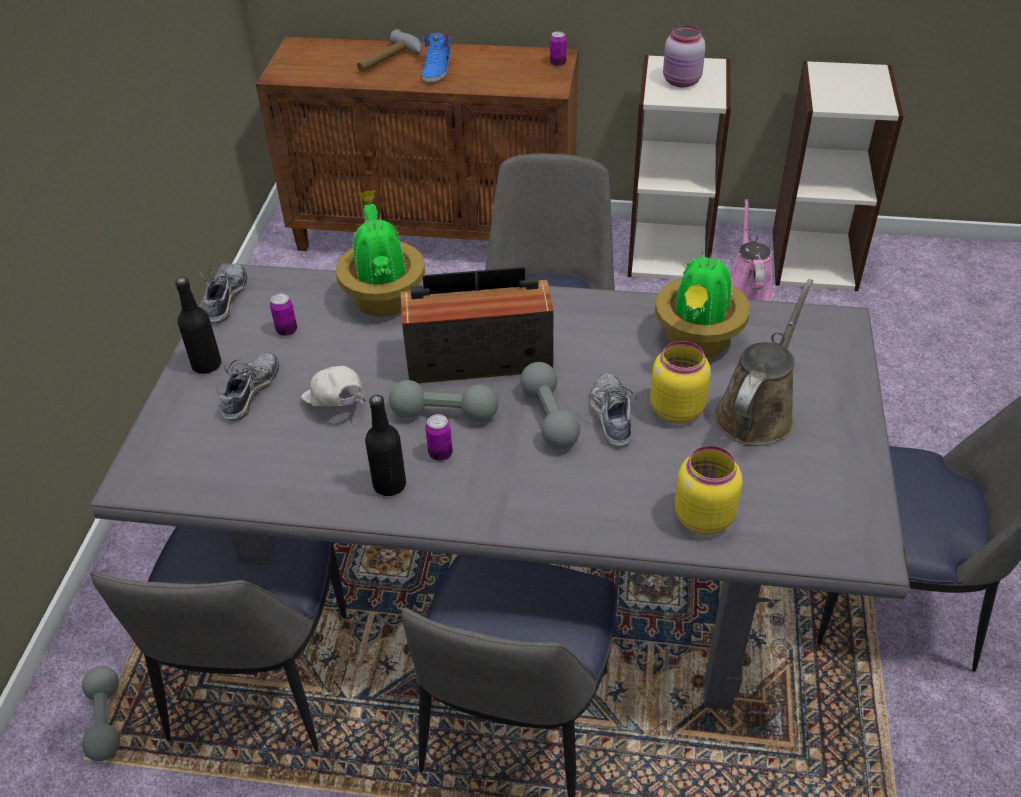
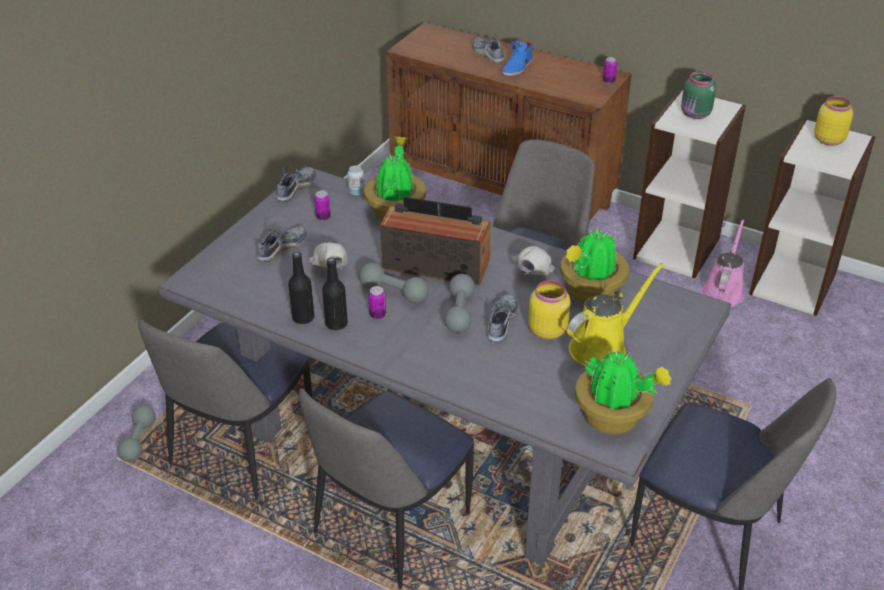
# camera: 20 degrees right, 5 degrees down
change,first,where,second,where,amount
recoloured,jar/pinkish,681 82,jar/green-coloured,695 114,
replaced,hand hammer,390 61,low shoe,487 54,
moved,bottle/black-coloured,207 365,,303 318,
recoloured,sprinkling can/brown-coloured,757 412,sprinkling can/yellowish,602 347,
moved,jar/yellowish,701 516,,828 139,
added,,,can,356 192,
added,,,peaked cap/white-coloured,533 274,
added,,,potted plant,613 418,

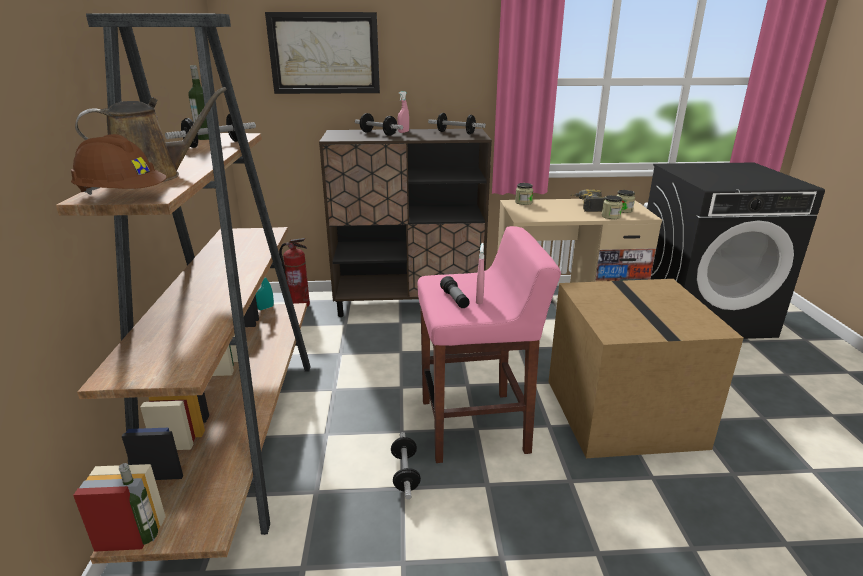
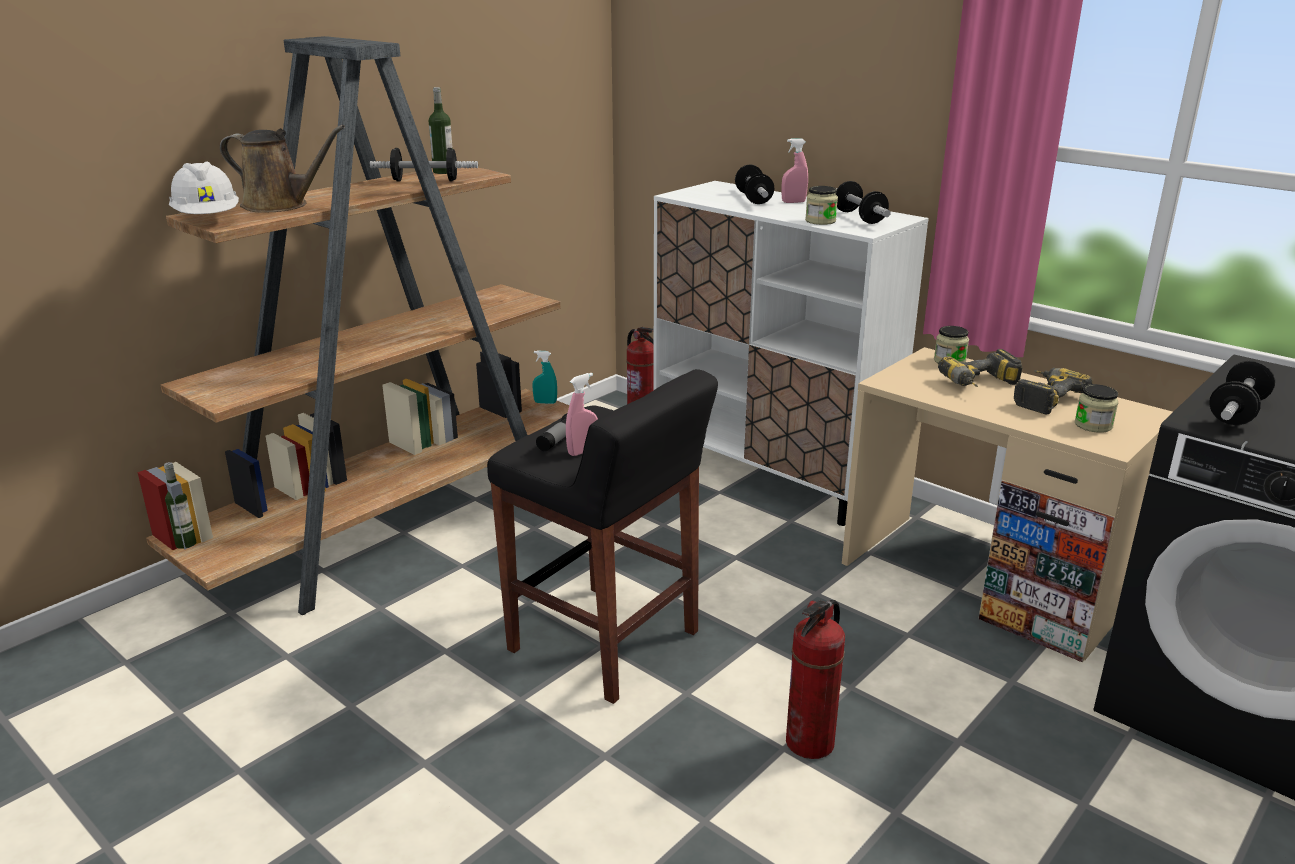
# camera: 45 degrees right, 0 degrees up
change,first,where,second,where,amount
removed,picture,324 53,,,
recoloured,storage cabinet/brown-coloured,409 303,storage cabinet/white-coloured,770 473,
recoloured,safety helmet/brown-coloured,123 197,safety helmet/white-coloured,208 220,
moved,jar,610 216,,820 221,
recoloured,sitting stool/pinkish,476 426,sitting stool/black-coloured,606 643,
replaced,cardboard box,625 413,fire extinguisher,810 743,
moved,free weight,405 473,,1237 412,
added,,,drill,981 385,

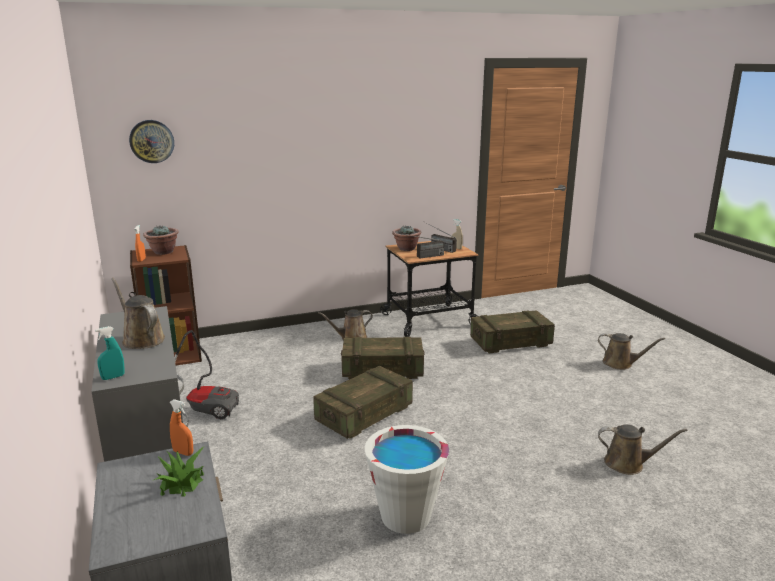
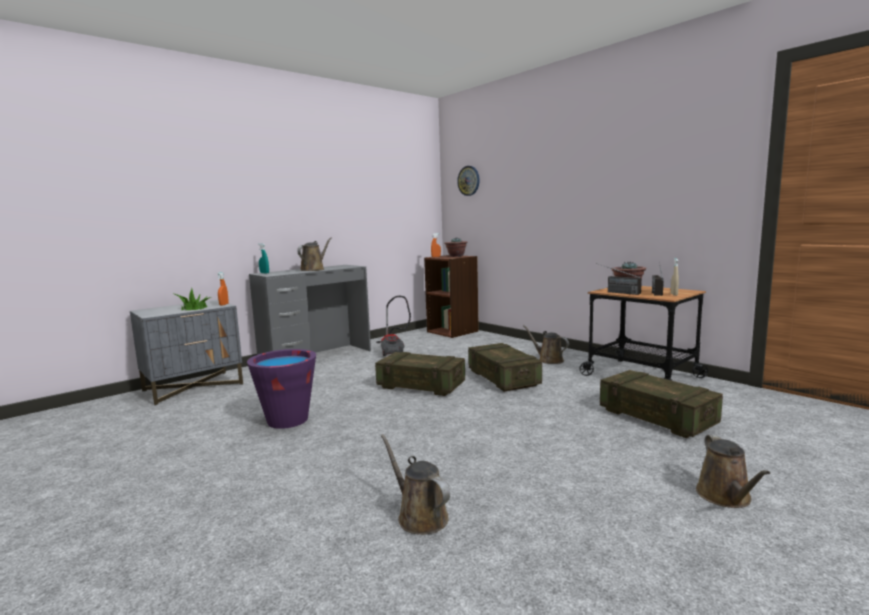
# camera: 70 degrees right, 10 degrees down
change,first,where,second,where,amount
turned,sprinkling can/brown-coloured,628 464,,419 516,150 degrees clockwise
recoloured,water bucket/white-coloured,405 516,water bucket/purplish,287 420,

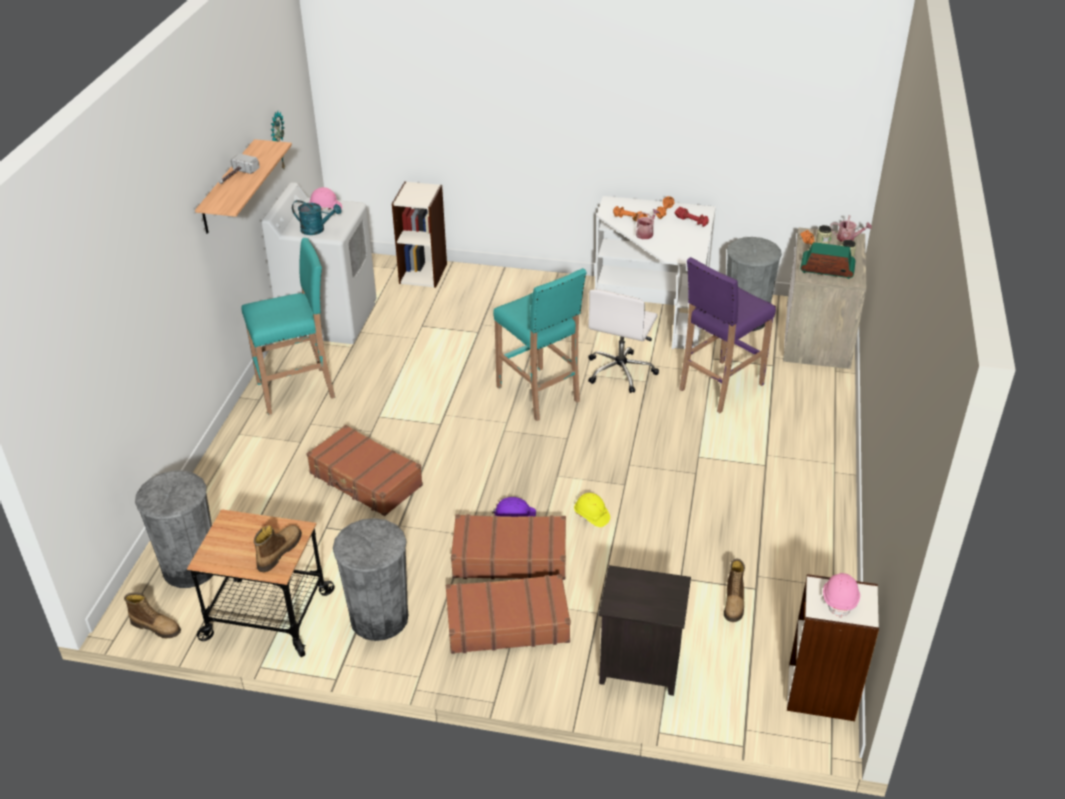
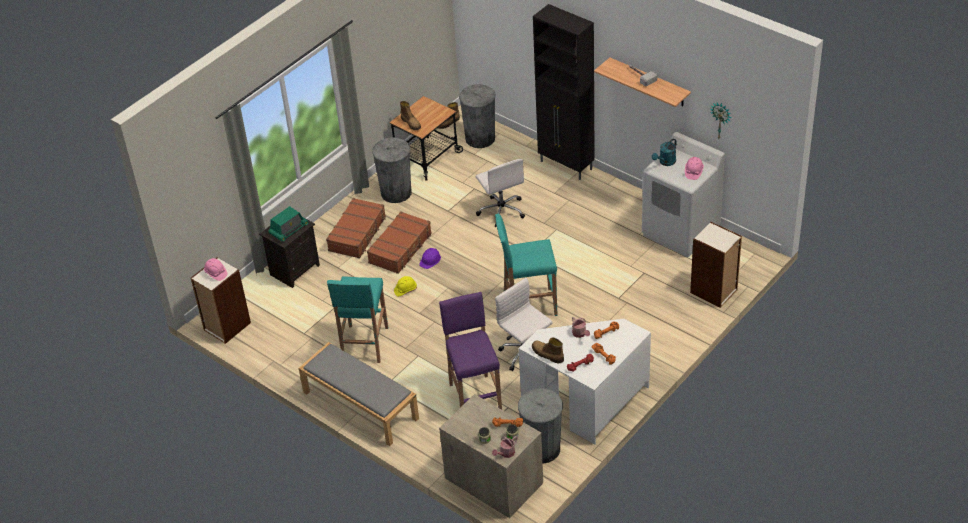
# camera: 120 degrees right, 5 degrees up
change,first,where,second,where,amount
moved,sitting stool/turquoise,298 390,,364 345,
moved,radio receiver,827 269,,288 230,
replaced,piece of luggage/brown-coloured,365 480,desk chair/white-coloured,501 210,
moved,tall boot,734 603,,547 354,
added,,,storage cabinet/black-coloured,566 166,
added,,,bench/gray,359 405,

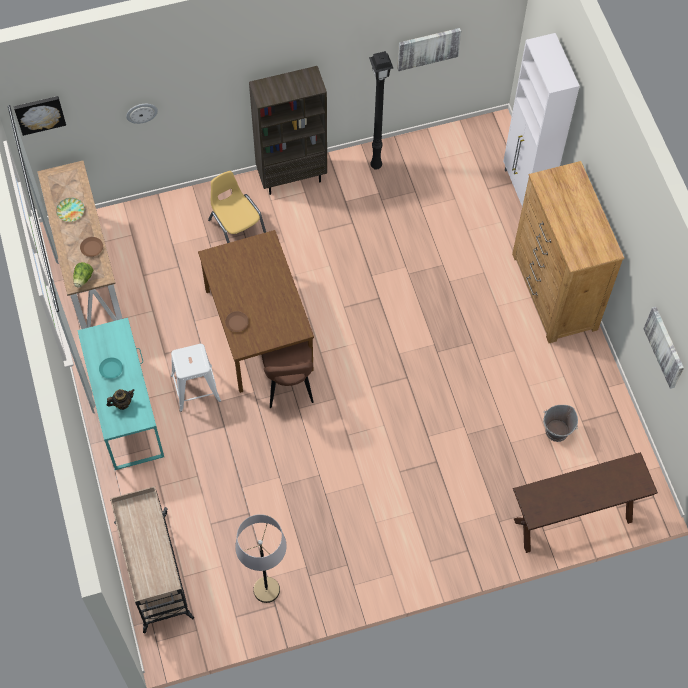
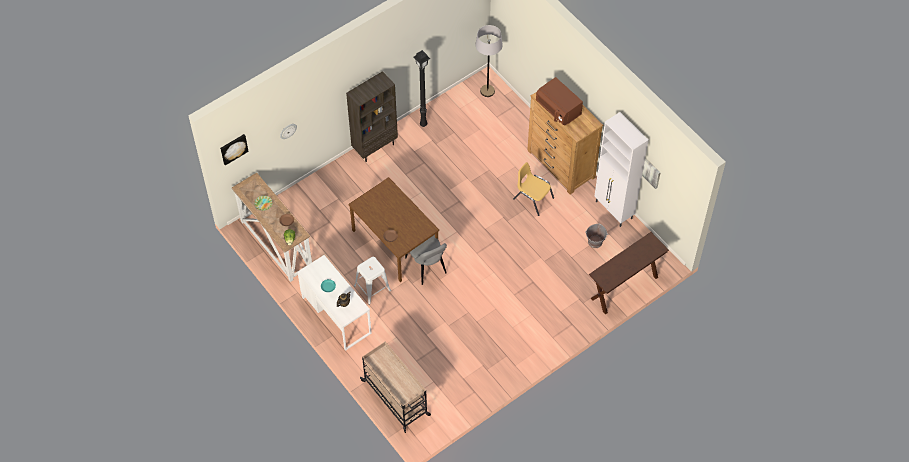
# camera: 20 degrees left, 5 degrees down
change,first,where,second,where,amount
removed,picture,428 48,,,
moved,storage cabinet/white-coloured,525 191,,614 210,
moved,chair/yellowish,237 228,,533 198,
recoloured,desk/turquoise,126 411,desk/white-coloured,336 315,
recoloured,chair/brown-coloured,288 383,chair/gray,427 267,
moved,floor lamp/gray,266 590,,487 91,
added,,,microwave/brown-coloured,558 109,

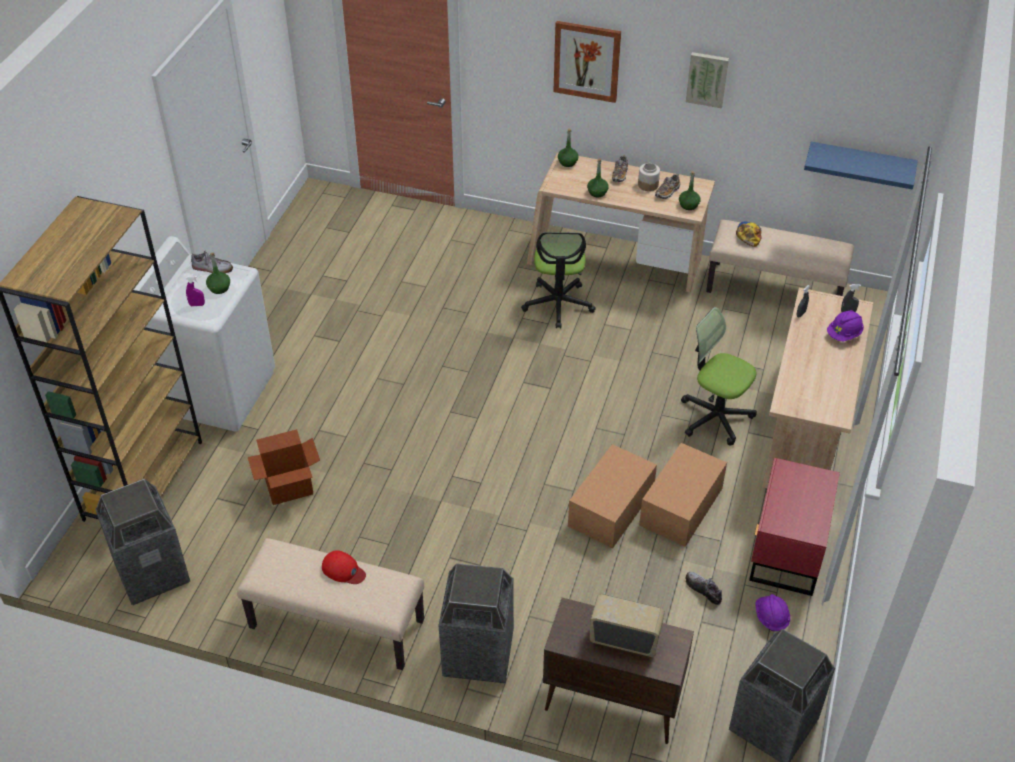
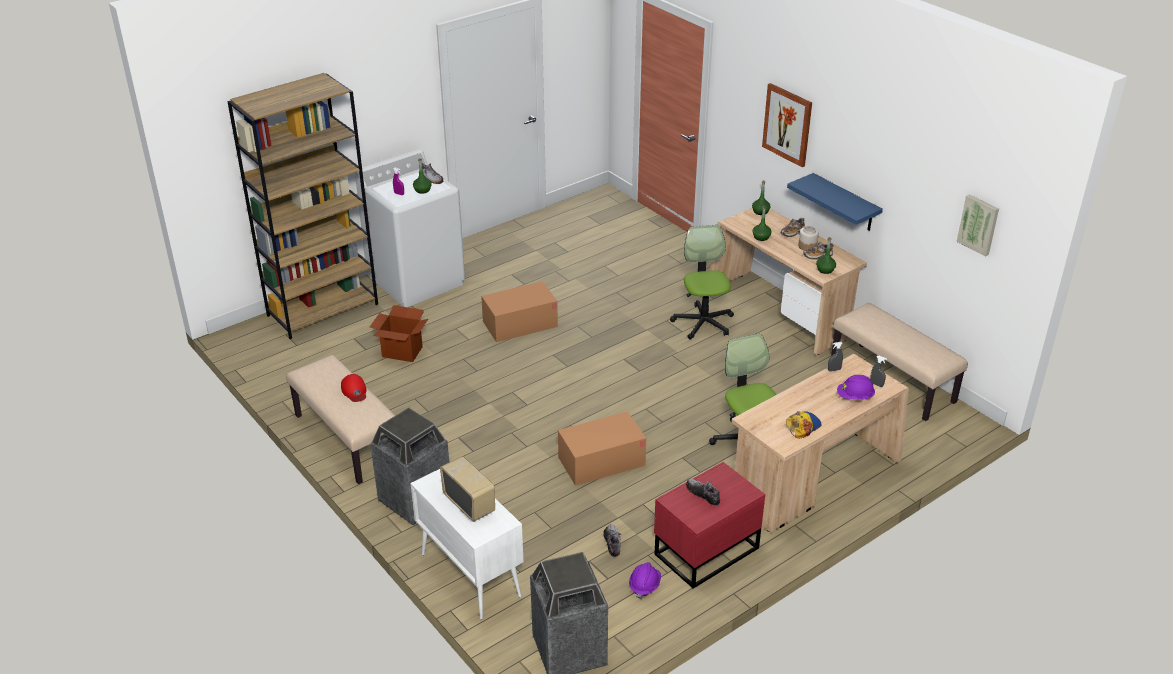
# camera: 35 degrees right, 10 degrees down
change,first,where,second,where,amount
moved,picture,707 79,,979 224,
moved,bracket shelf/blue-coloured,860 164,,845 203,
moved,peaked cap,748 235,,802 426,
turned,desk chair,558 304,,703 323,135 degrees clockwise
moved,cardboard box,681 506,,520 324,
removed,trash can,151 572,,,
recoloured,storage cabinet/brown-coloured,611 703,storage cabinet/white-coloured,469 574,
added,,,low shoe,703 494,

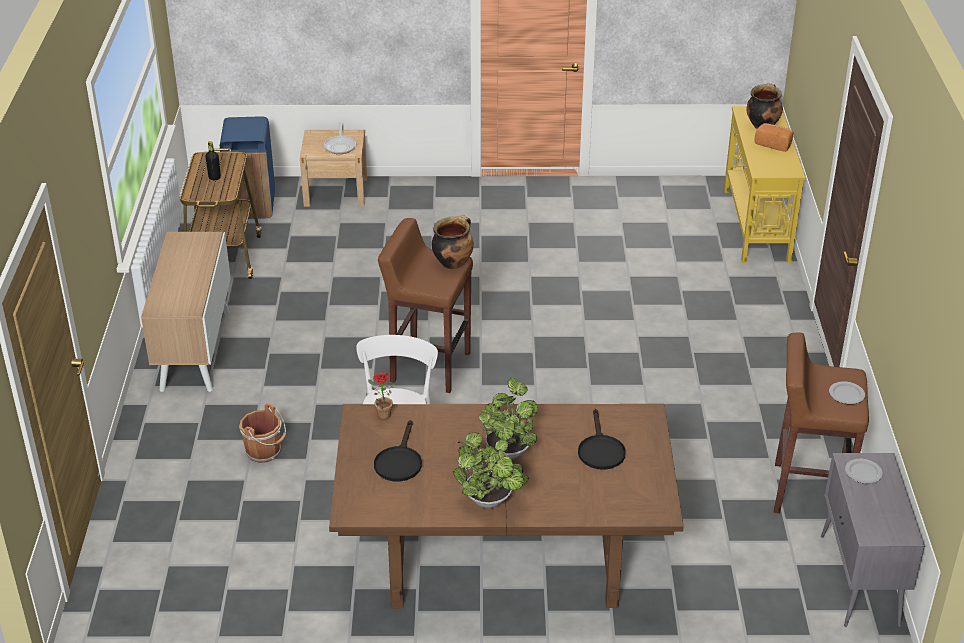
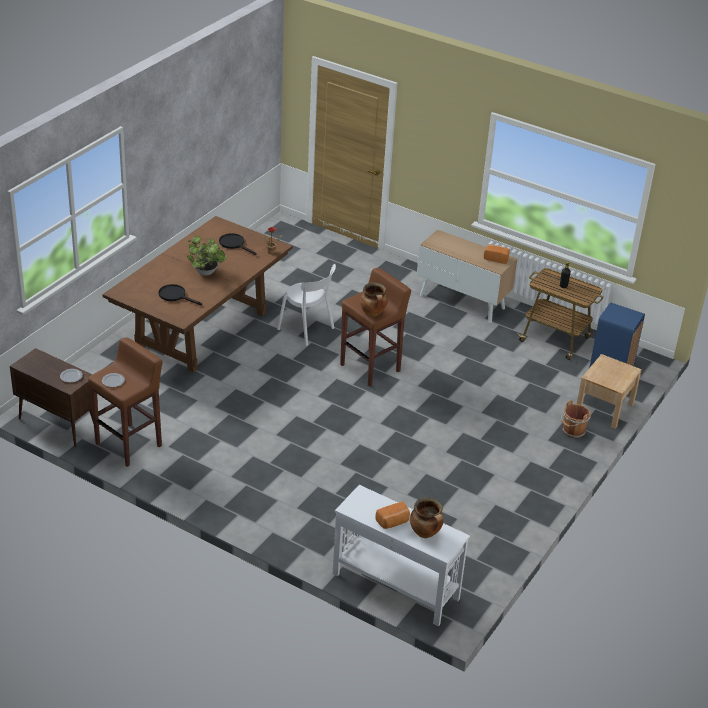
# camera: 120 degrees right, 0 degrees up
change,first,where,second,where,amount
recoloured,console table/yellowish,755 225,console table/white-coloured,395 586,
removed,frying pan,340 146,,,
moved,water bucket/brown-coloured,265 452,,573 431,
removed,potted plant,491 502,,,
recoloured,storage cabinet/gray,859 581,storage cabinet/brown-coloured,57 424,
added,,,baked bread,496 258,

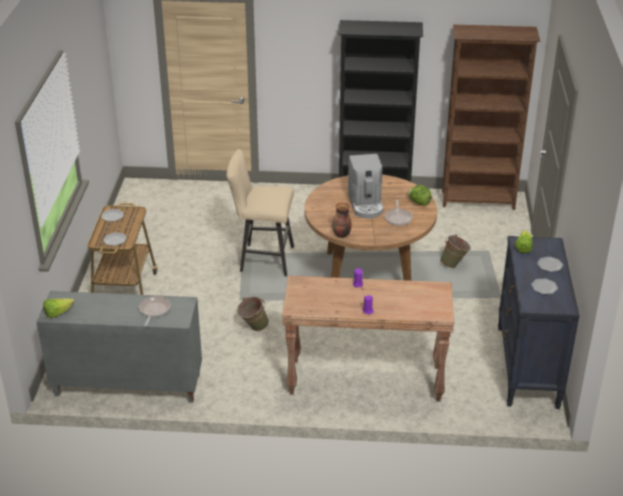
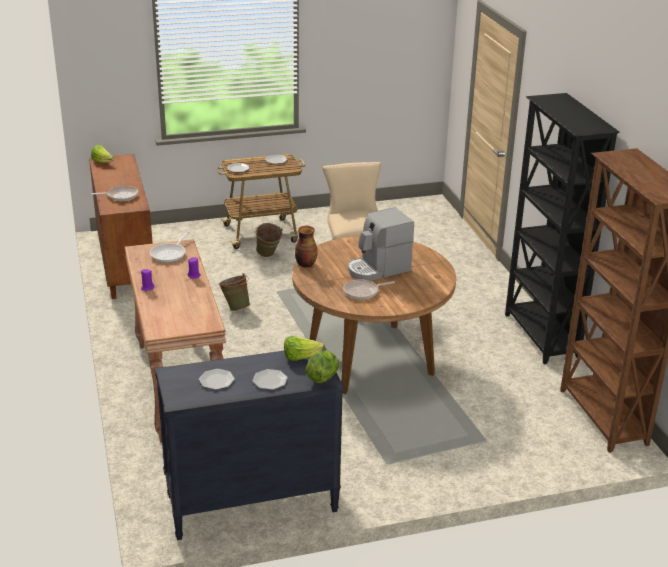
# camera: 70 degrees right, 5 degrees down
change,first,where,second,where,amount
moved,lettuce,419 203,,322 377,
moved,water bucket/green-coloured,454 264,,268 256,
recoloured,storage cabinet/gray,126 385,storage cabinet/brown-coloured,124 264,
added,,,frying pan,170 254,

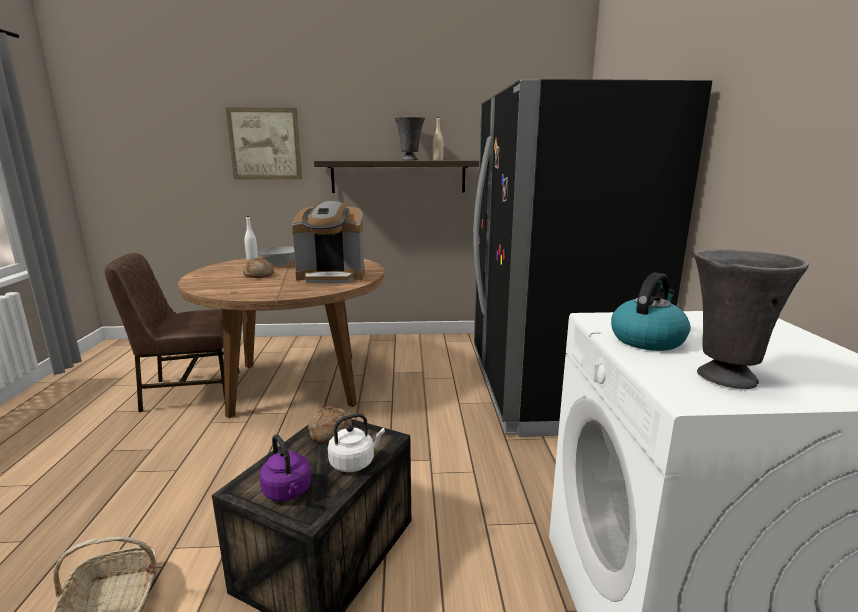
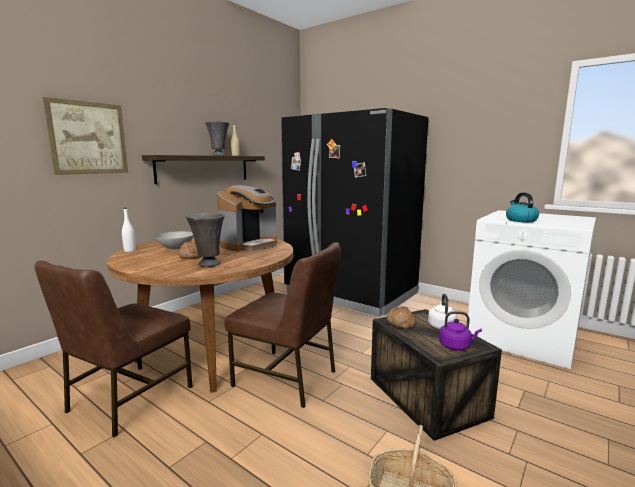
# camera: 50 degrees left, 5 degrees down
change,first,where,second,where,amount
moved,flower vase/gray,724 377,,208 264,
added,,,chair/brown-coloured,287 378,

